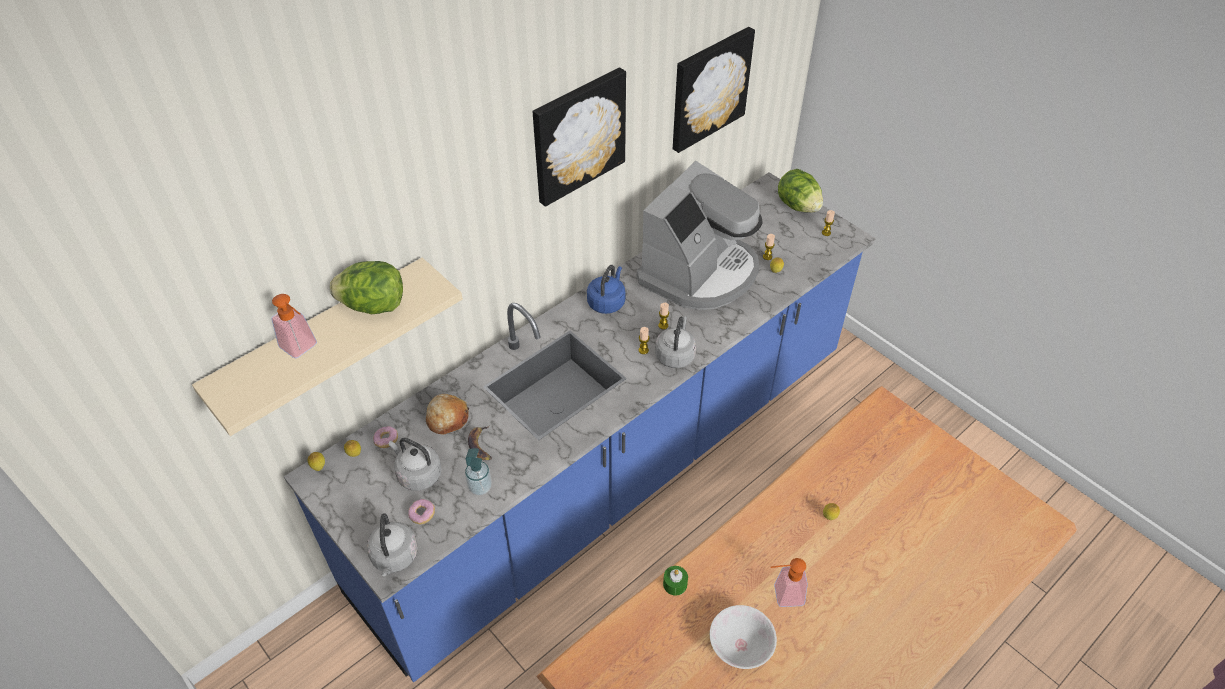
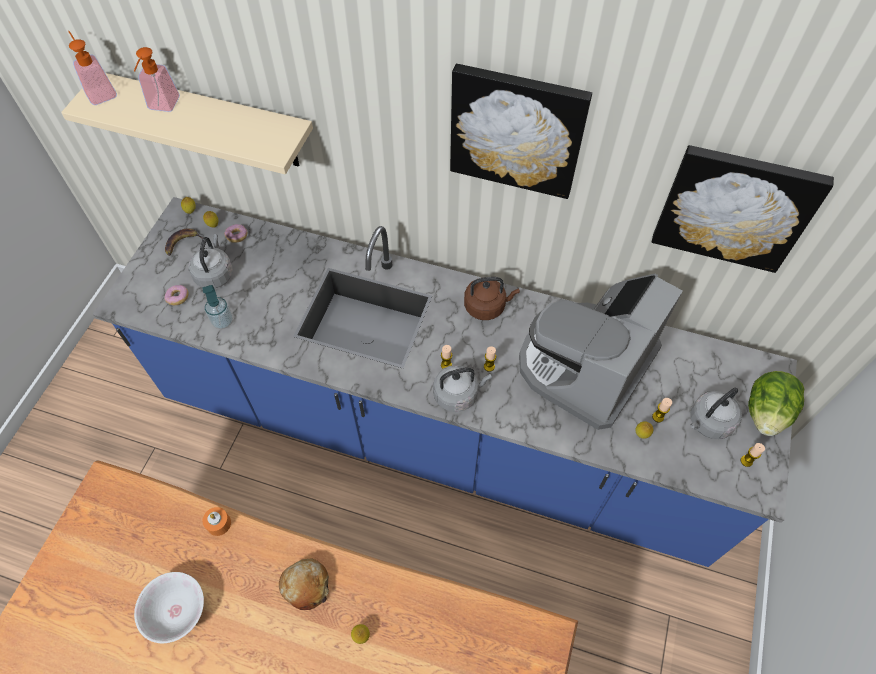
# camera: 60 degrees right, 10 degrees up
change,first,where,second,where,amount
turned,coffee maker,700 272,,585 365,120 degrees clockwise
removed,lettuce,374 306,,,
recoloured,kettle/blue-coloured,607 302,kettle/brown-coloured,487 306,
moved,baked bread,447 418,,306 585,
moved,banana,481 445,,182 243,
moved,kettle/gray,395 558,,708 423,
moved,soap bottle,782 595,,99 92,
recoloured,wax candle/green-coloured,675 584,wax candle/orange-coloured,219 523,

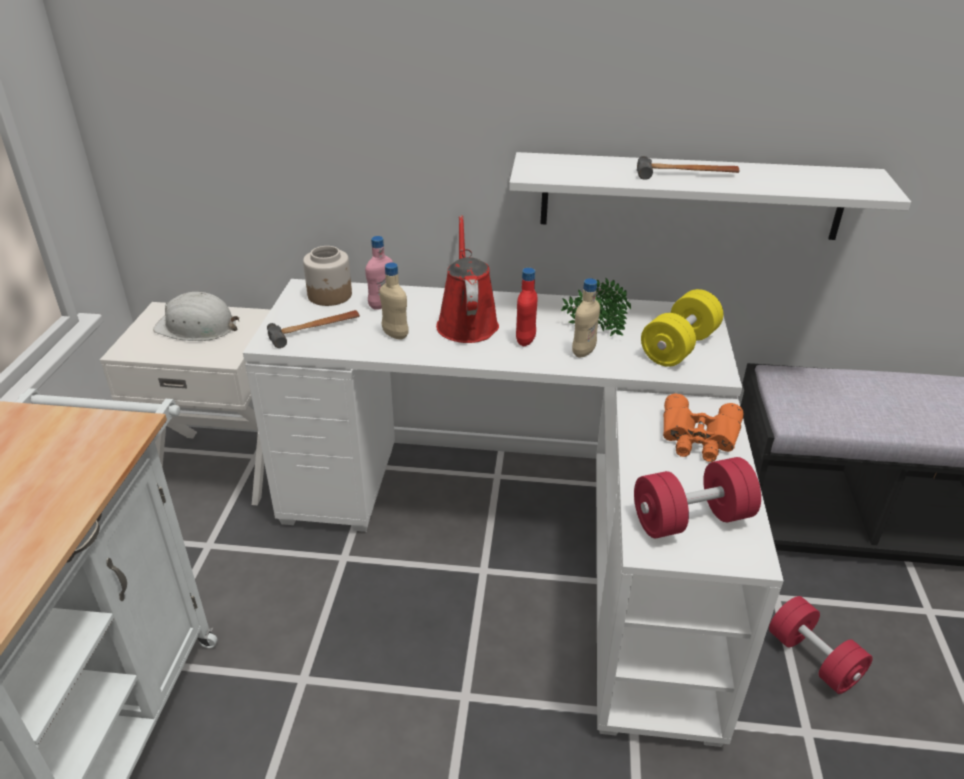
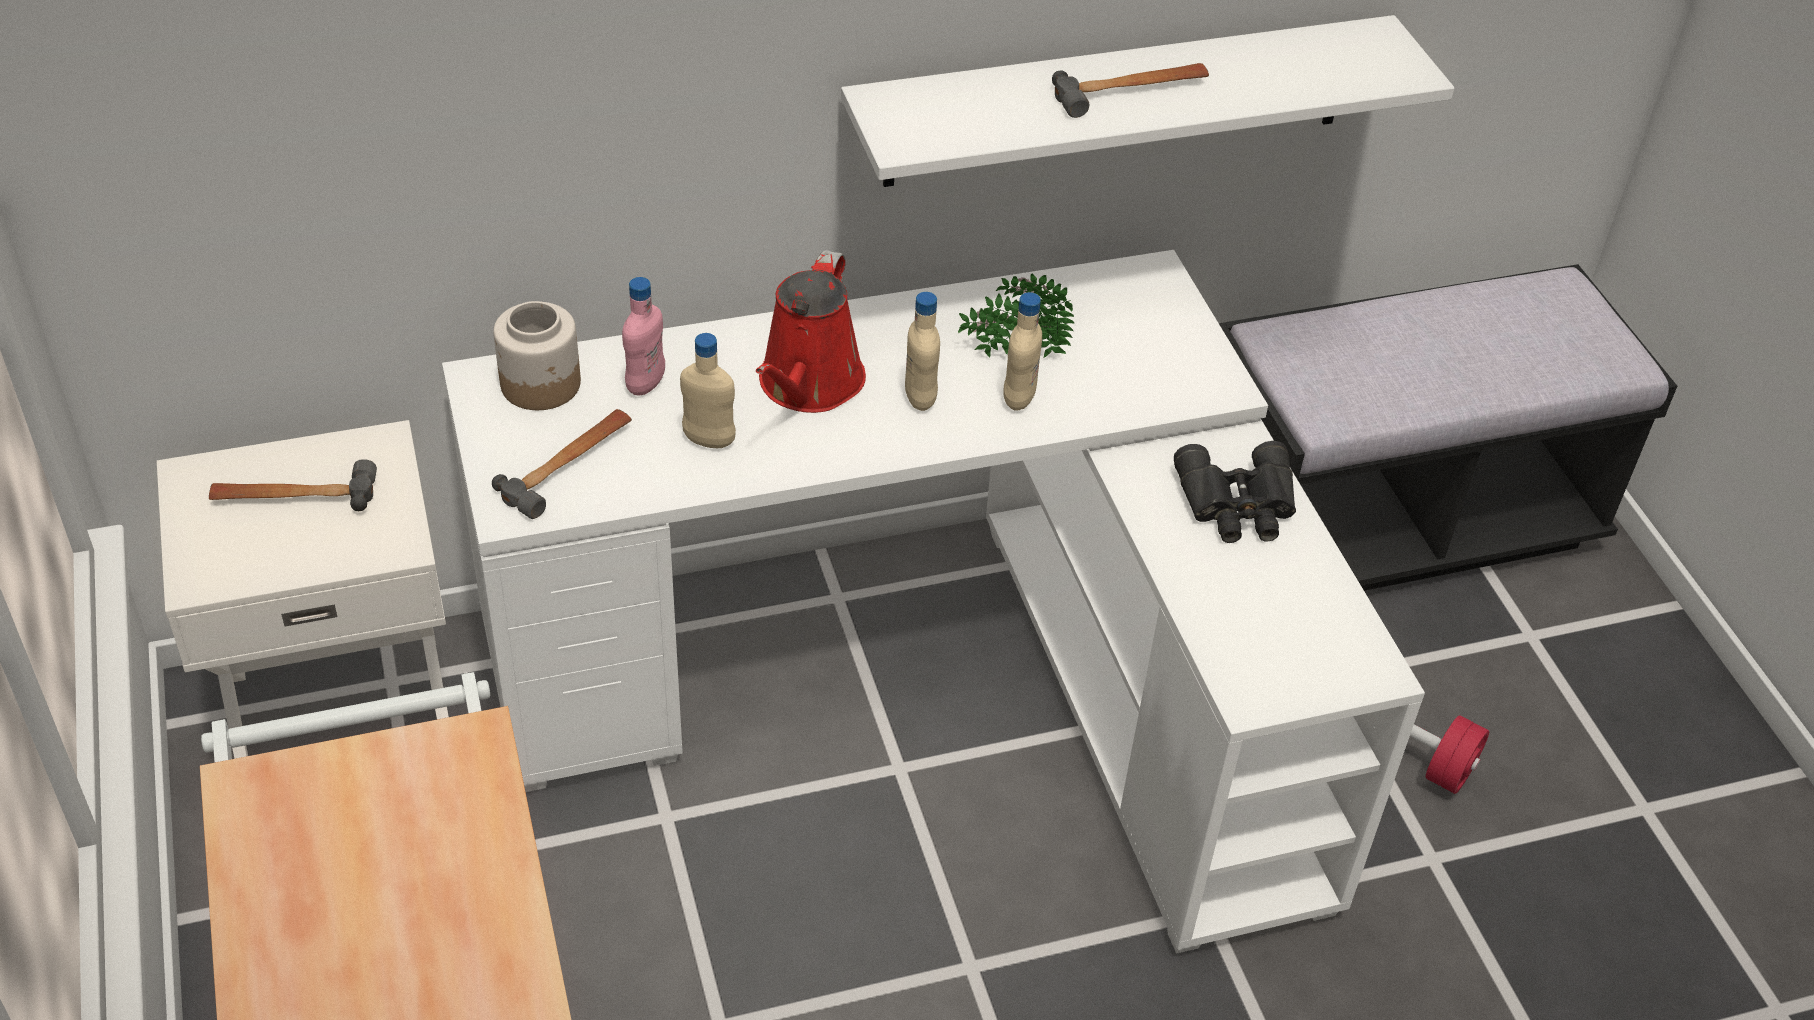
# camera: 25 degrees left, 10 degrees up
change,first,where,second,where,amount
turned,sprinkling can/reddish,466 323,,808 385,135 degrees counterclockwise
recoloured,bottle/reddish,525 340,bottle/beige,920 398,
removed,free weight/yellowish,679 347,,,
replaced,safety helmet/white-coloured,197 327,hand hammer,294 496,
recoloured,binoculars/orange-coloured,698 438,binoculars/black-coloured,1238 505,
removed,free weight/reddish,691 519,,,

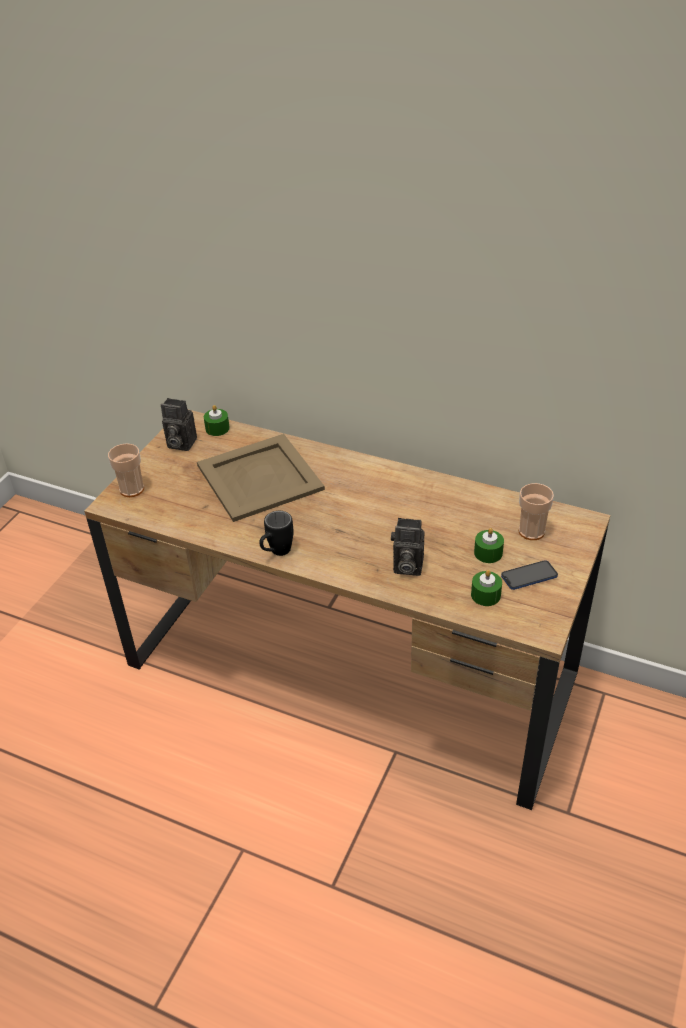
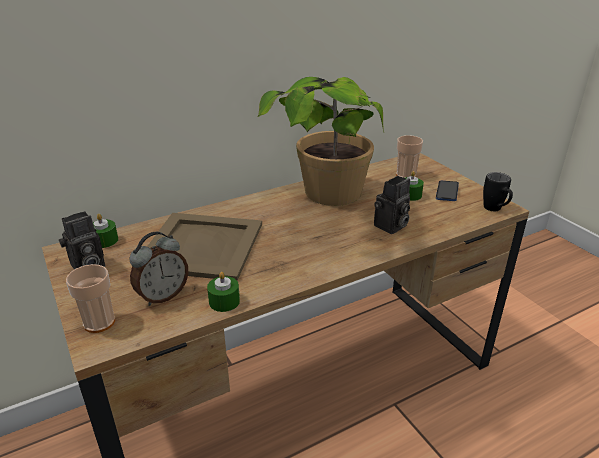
# camera: 55 degrees left, 10 degrees down
change,first,where,second,where,amount
moved,coffee mug/black-coloured,276 553,,495 210,
moved,wax candle/green-coloured,485 595,,224 301,
added,,,potted plant,324 206,
added,,,alarm clock,162 296,

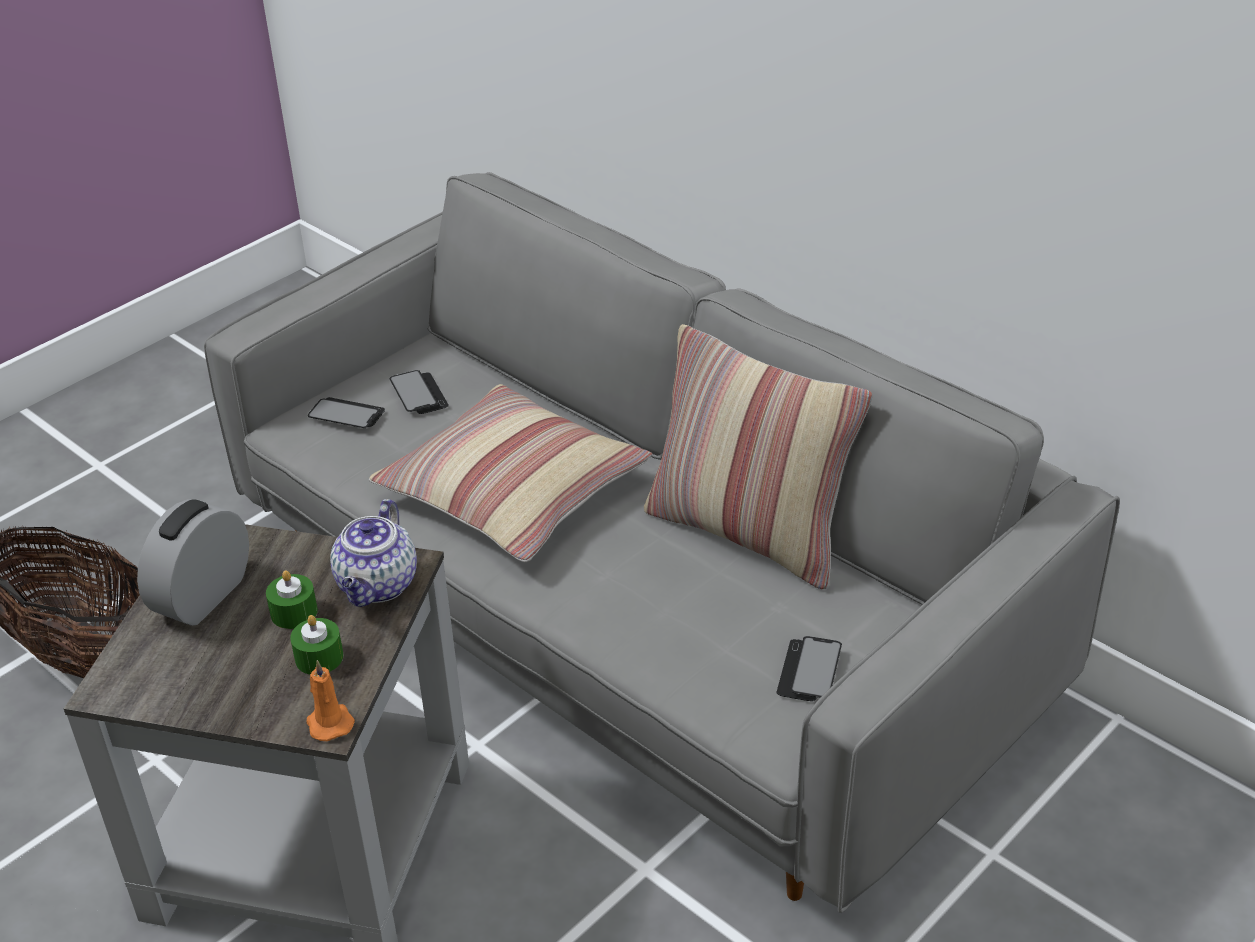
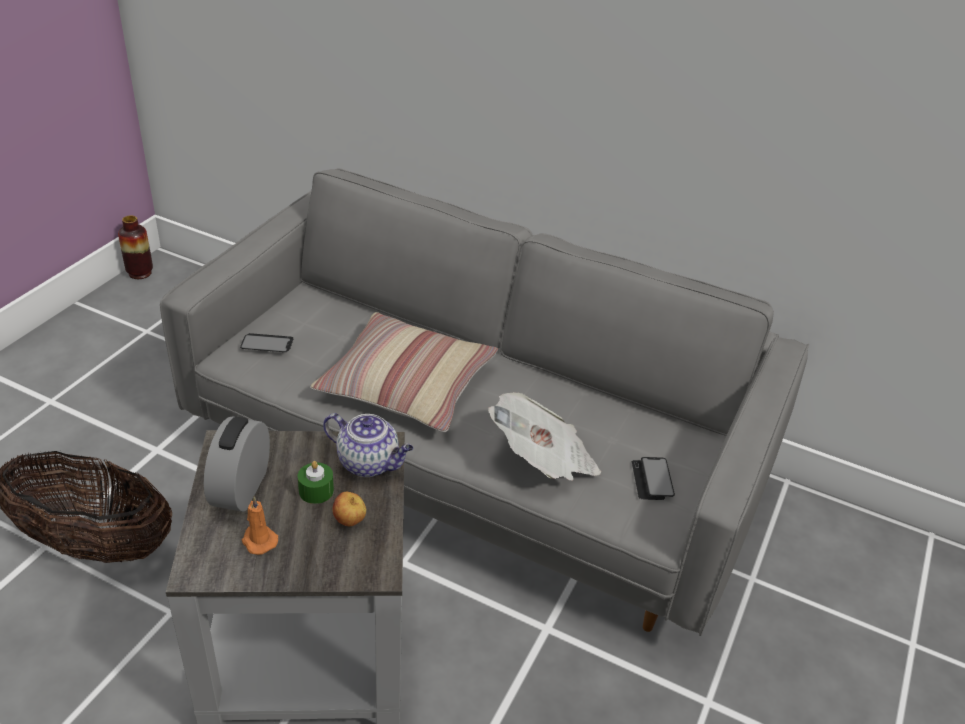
# camera: 20 degrees left, 0 degrees up
change,first,where,second,where,amount
removed,cushion,749 533,,,
removed,handset,419 394,,,
turned,teapot,378 586,,369 463,60 degrees counterclockwise
replaced,wax candle/green-coloured,319 657,apple,350 521,
moved,wax candle/orange-coloured,329 722,,258 540,
added,,,flower vase,140 273,
added,,,daily paper,543 460,

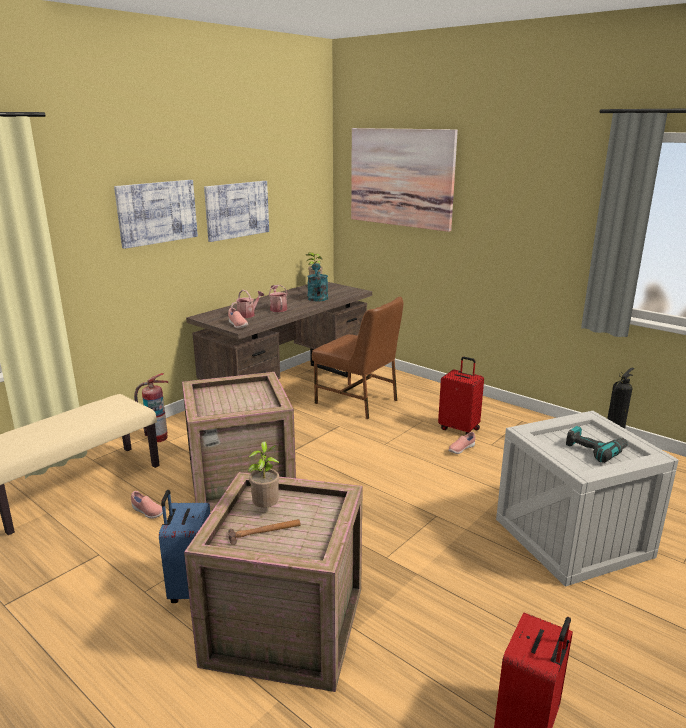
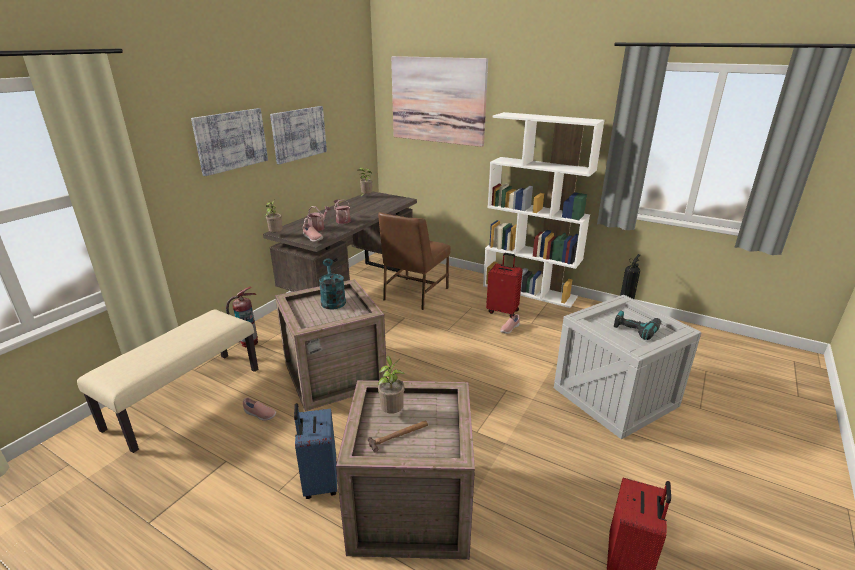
# camera: 10 degrees left, 5 degrees up
change,first,where,second,where,amount
moved,sprinkling can/turquoise,317 297,,332 300,
turned,chair/brown-coloured,358 402,,414 294,90 degrees clockwise
added,,,bookshelf/white-coloured,529 291,
added,,,potted plant,276 235,

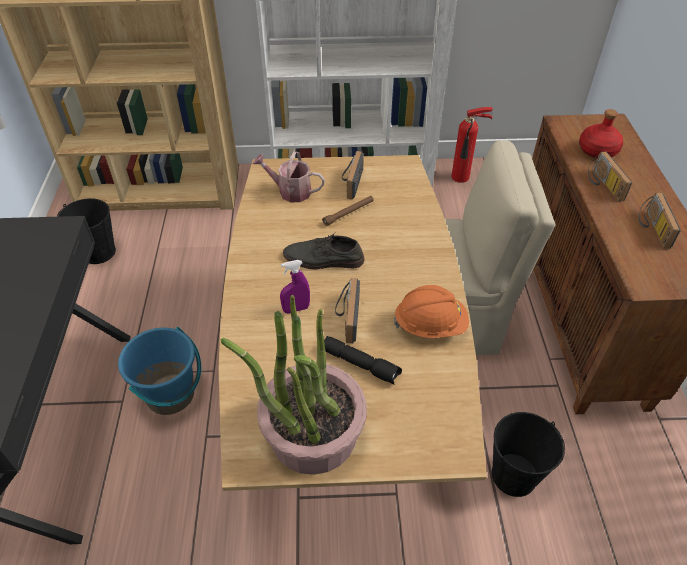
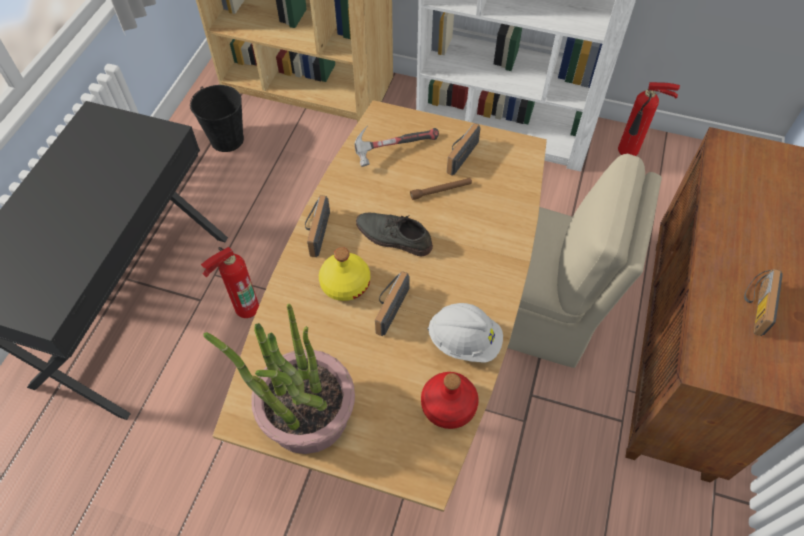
# camera: 20 degrees right, 10 degrees up
change,first,where,second,where,amount
moved,bottle/reddish,597 151,,448 406,
replaced,sprinkling can,290 191,hand hammer,394 149,
moved,radio receiver,602 185,,314 231,
replaced,hand sprayer/purplish,296 309,bottle/yellowish,345 283,
recoloured,safety helmet/orange-coloured,430 325,safety helmet/white-coloured,464 341,
replaced,water bucket/blue-coloured,170 395,fire extinguisher,244 307,
removed,hand torch/black-coloured,361 364,,,
removed,water bucket/black-coloured,513 475,,,

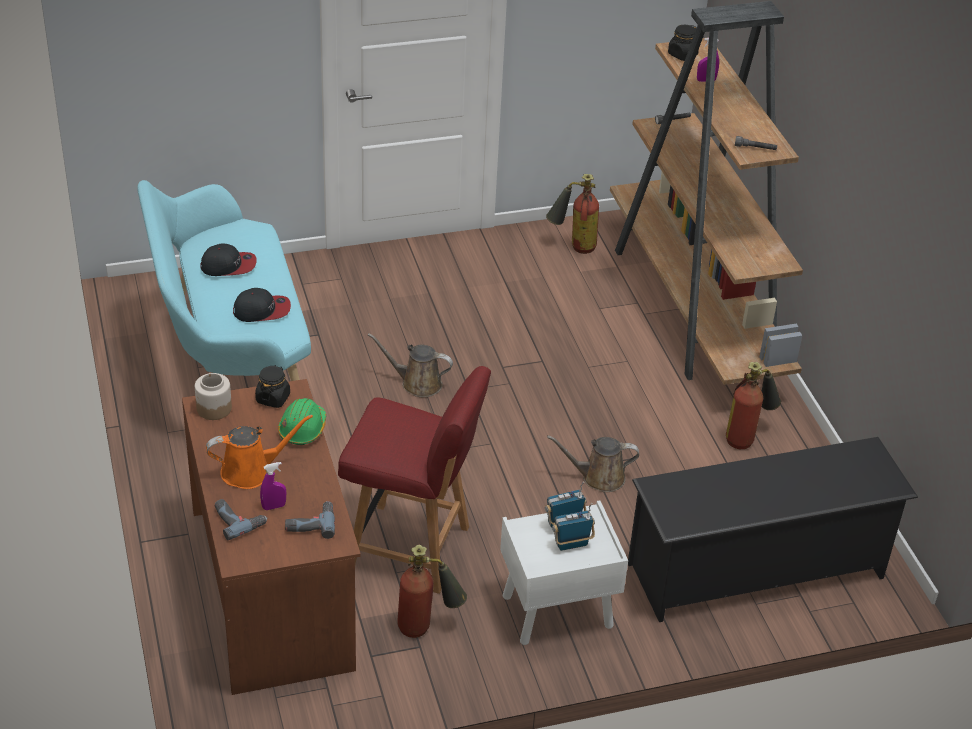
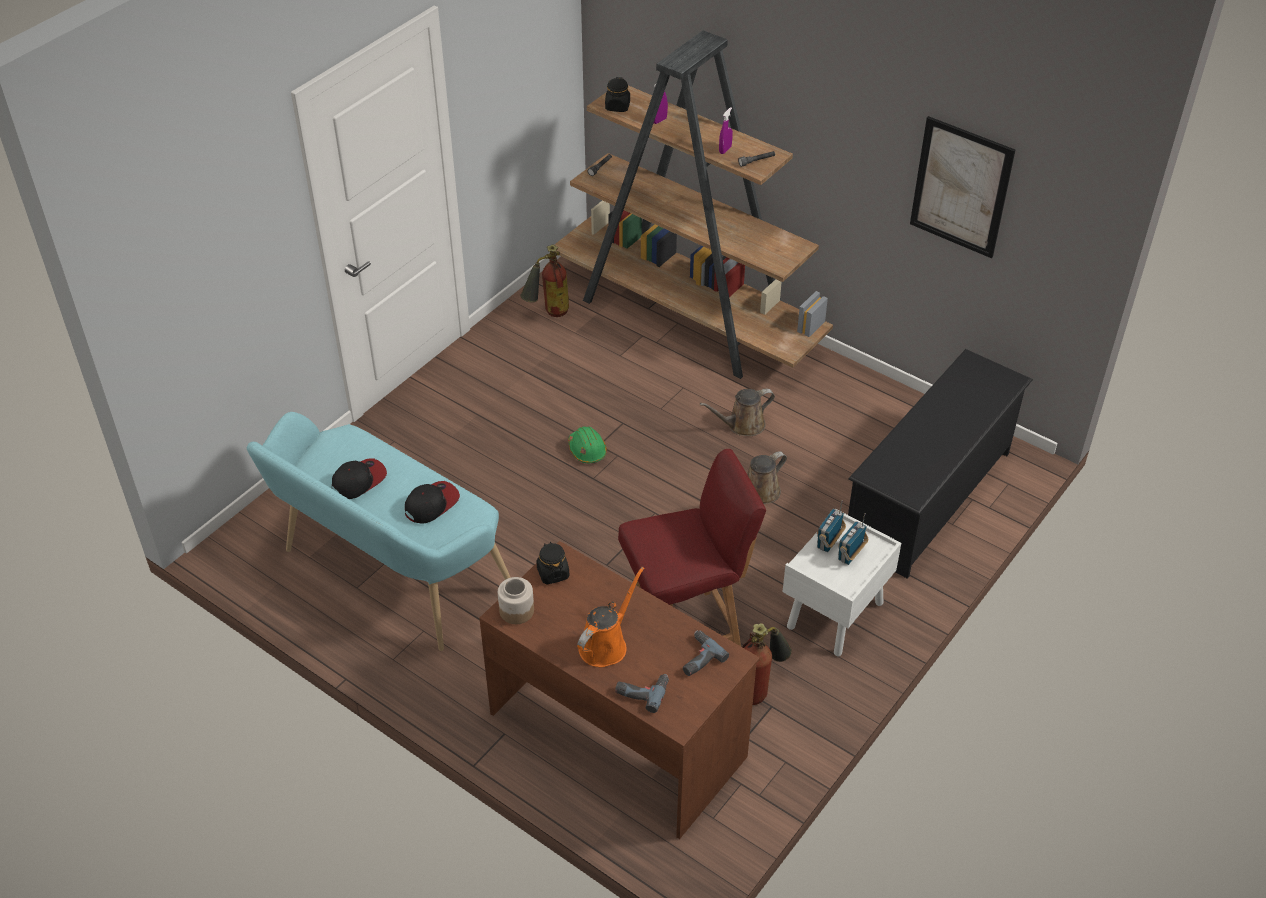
# camera: 35 degrees left, 5 degrees up
change,first,where,second,where,amount
moved,sprinkling can/brown-coloured,417 383,,742 425,
removed,fire extinguisher,748 437,,,
moved,safety helmet/green-coloured,302 429,,587 450,
moved,hand sprayer/purplish,274 506,,725 150,
added,,,picture,961 187,

